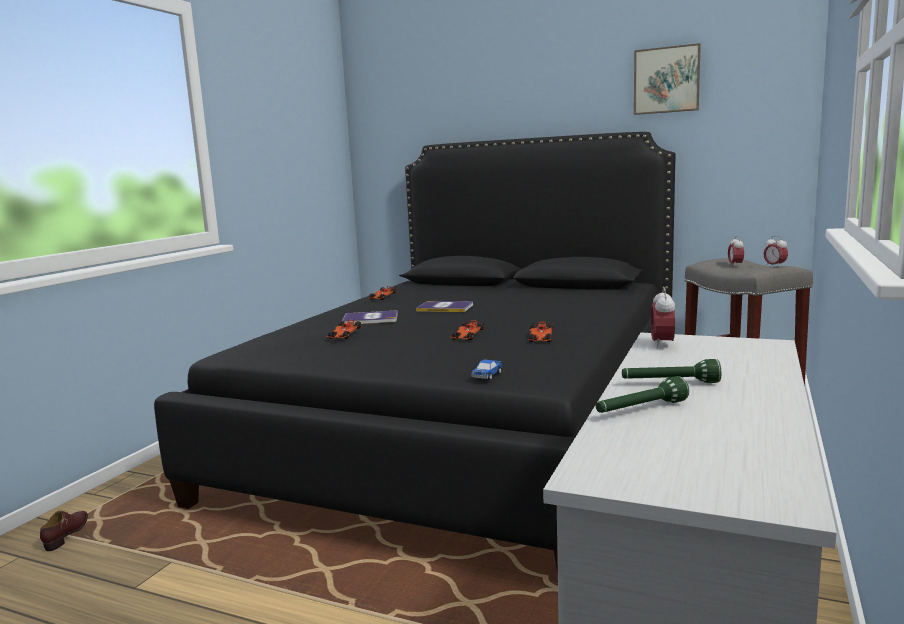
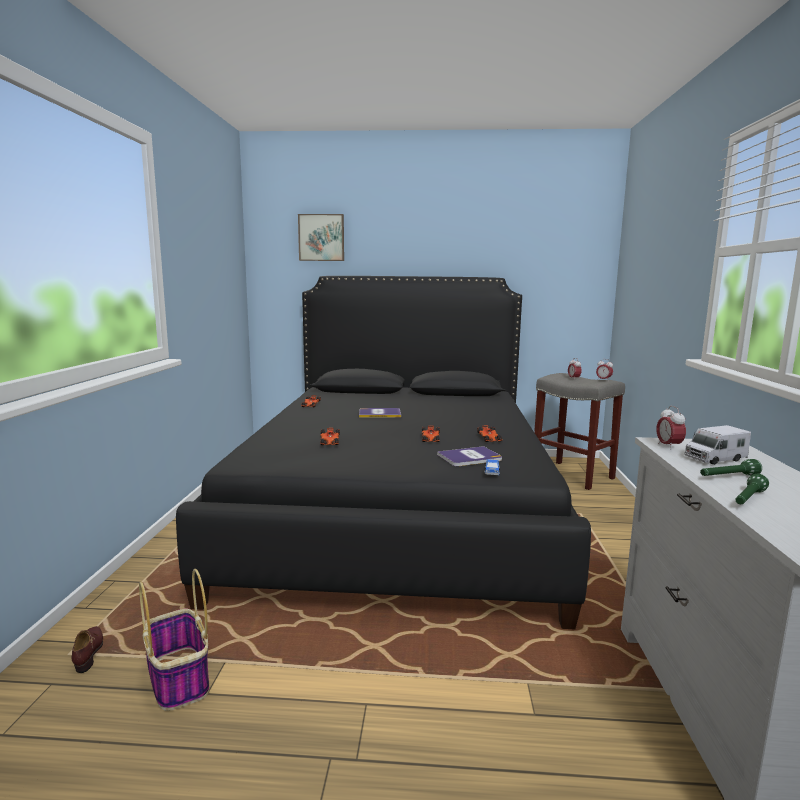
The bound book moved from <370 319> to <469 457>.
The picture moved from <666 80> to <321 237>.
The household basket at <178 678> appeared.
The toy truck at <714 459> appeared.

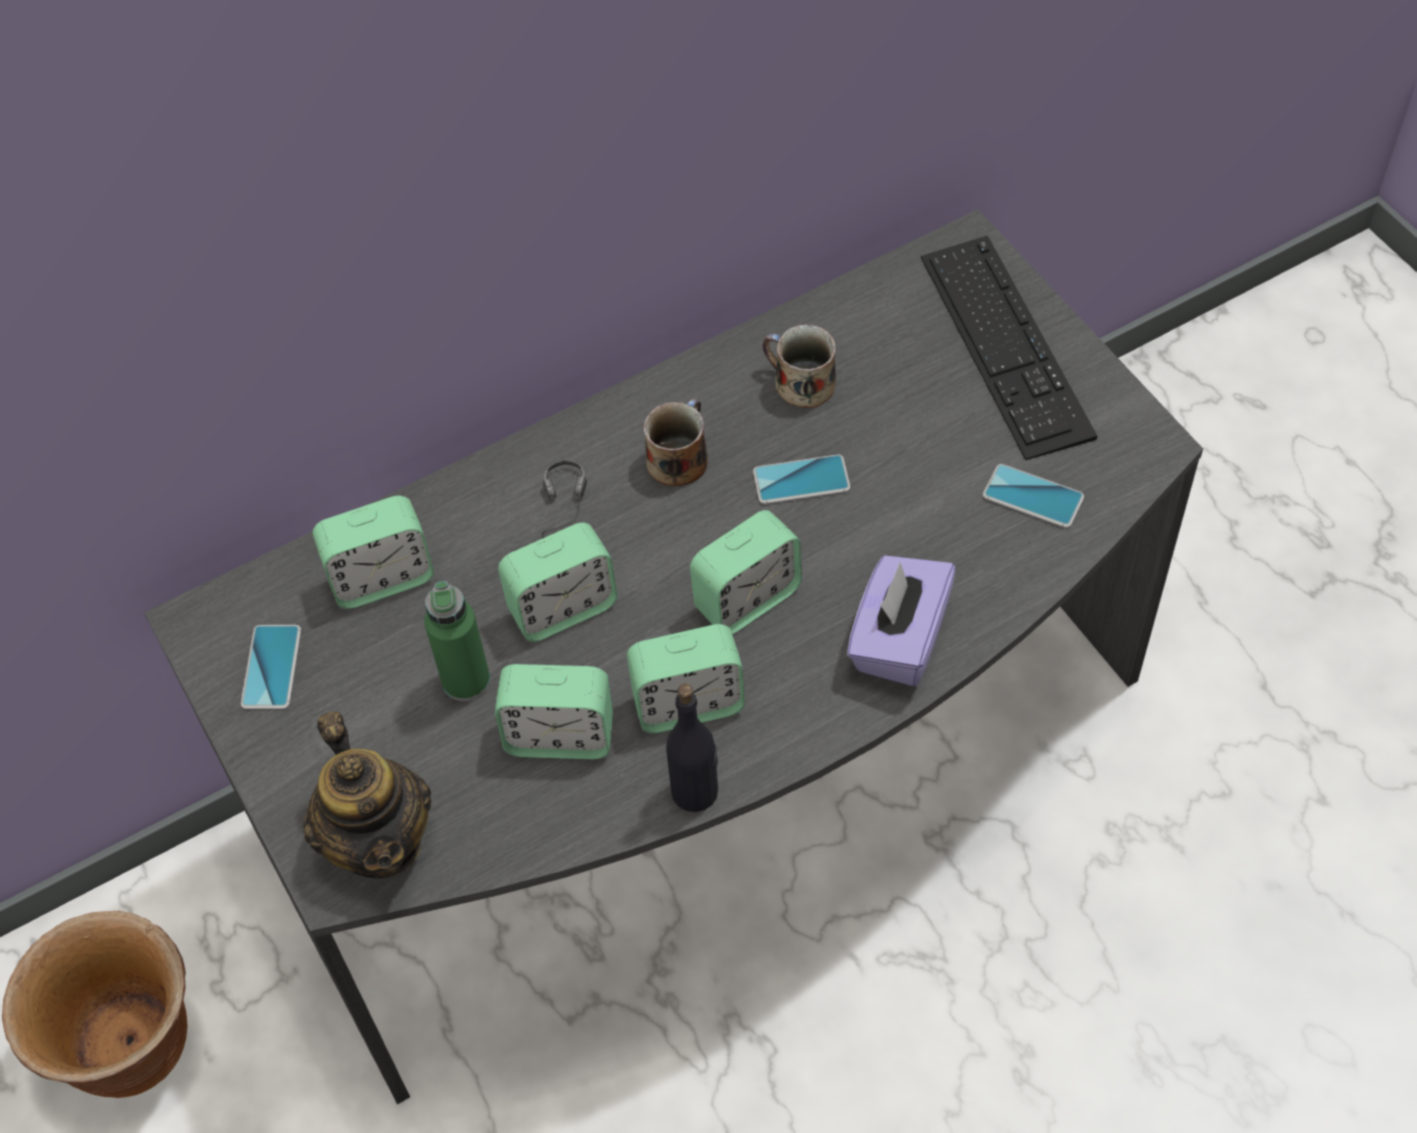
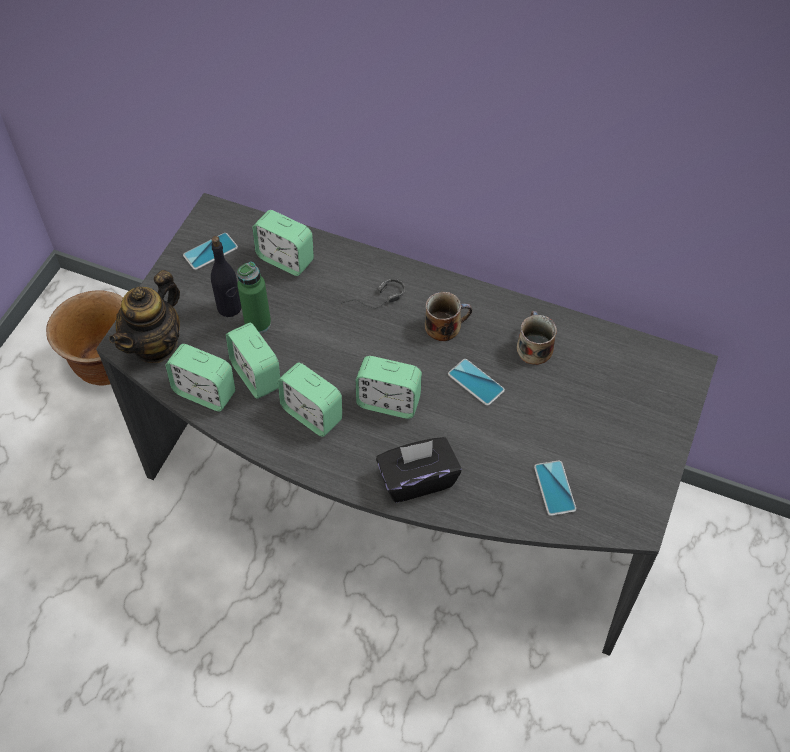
The alarm clock moved from <563 608> to <205 392>.
The black bottle moved from <695 791> to <229 308>.
The purple-coloured box of tissues at <898 640> became the black box of tissues at <417 479>.
The computer keyboard at <1005 345> disappeared.

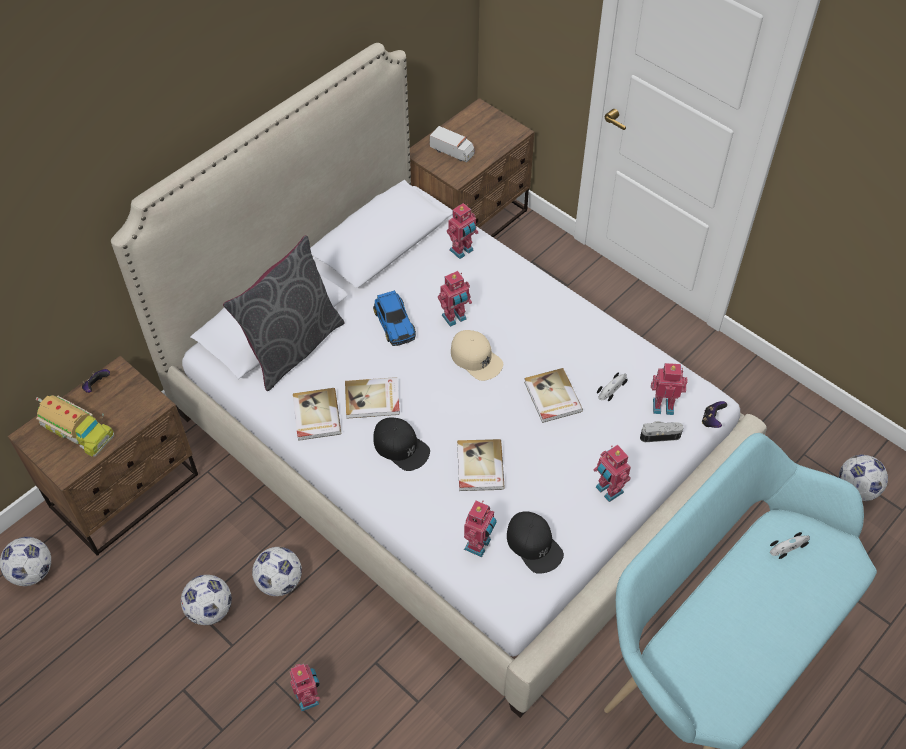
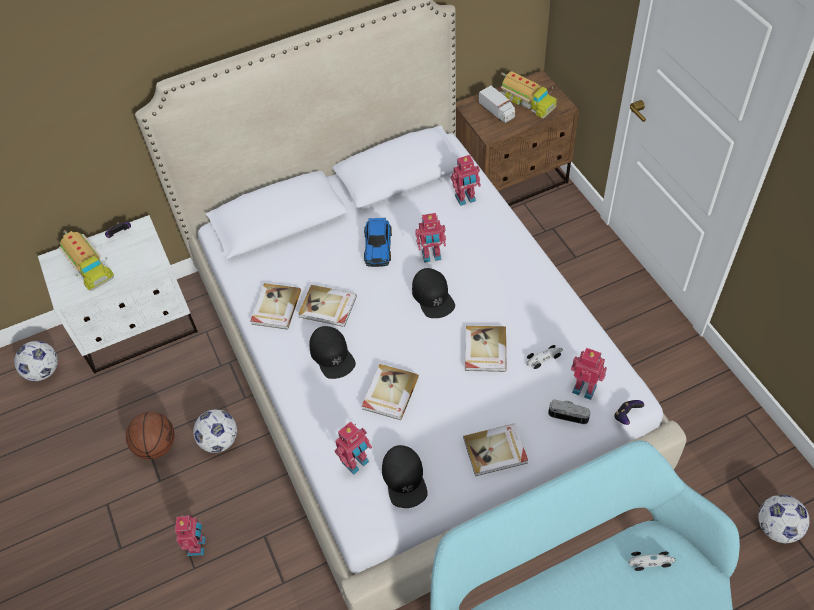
The brown night table at <126 491> became the white night table at <138 329>.
The ball for football at <210 610> was replaced by the basketball ball at <156 446>.
The greyish throw pillow at <293 347> disappeared.
The sand-coloured cap at <476 358> became the black cap at <433 296>.
The model robot at <608 490> was replaced by the bound book at <496 451>.
The toy truck at <526 101> appeared.

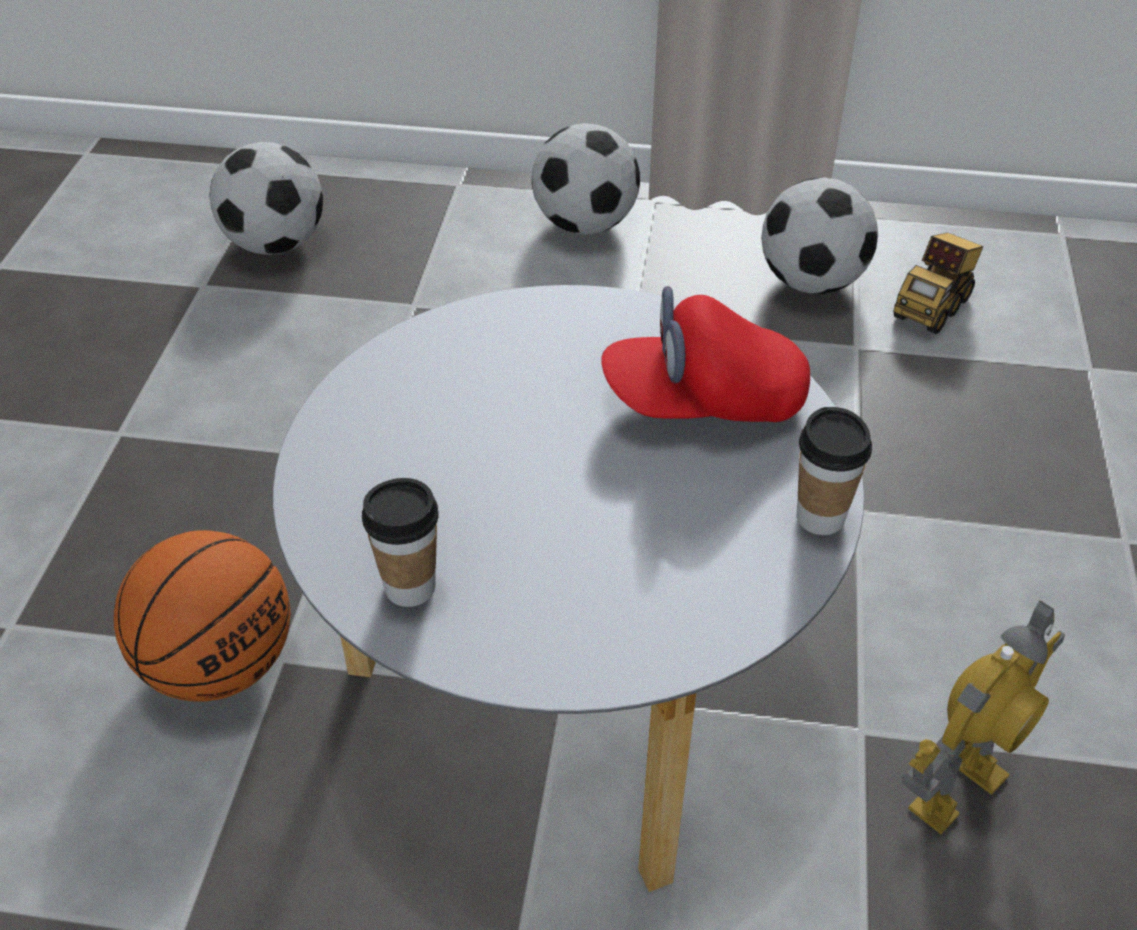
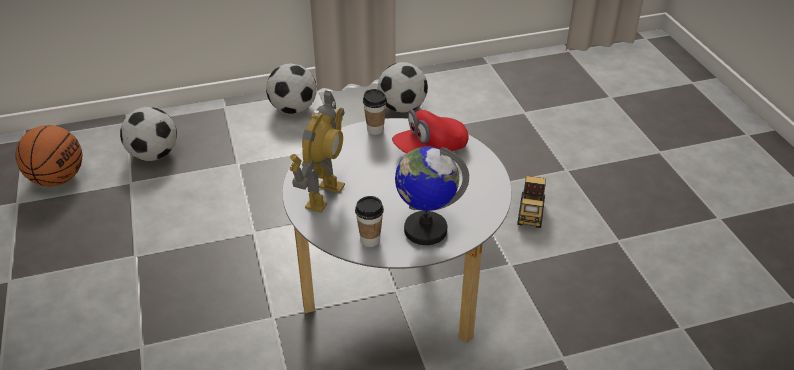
The basketball ball moved from <219 665> to <57 179>.
The drinking cup moved from <820 517> to <375 129>.
The toy truck moved from <933 307> to <530 213>.
The model robot moved from <955 789> to <323 195>.
The globe at <425 229> appeared.

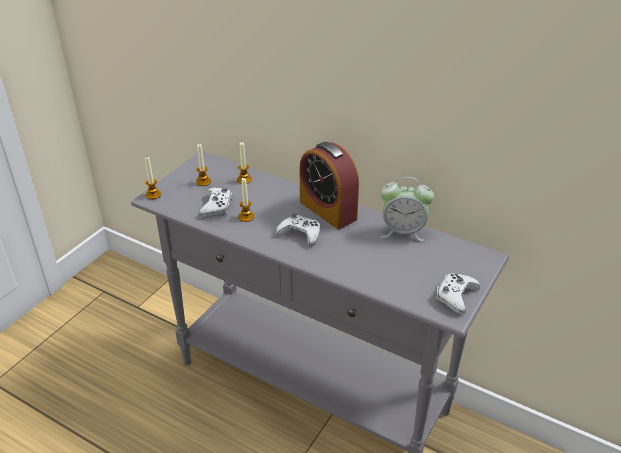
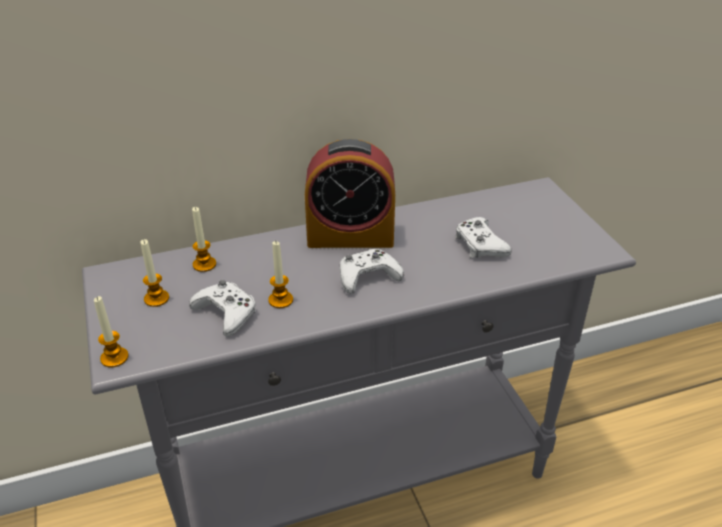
The alarm clock at <403 232> disappeared.
The white joypad moved from <455 296> to <480 245>.

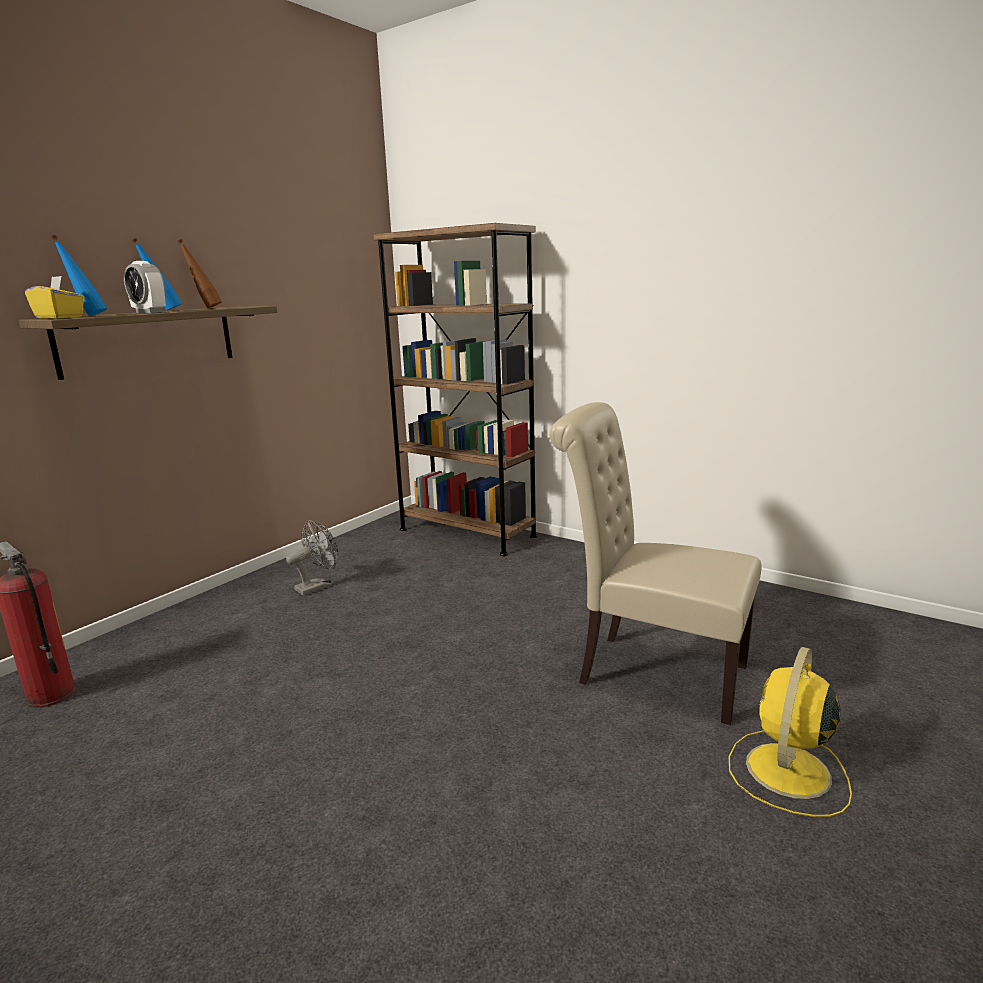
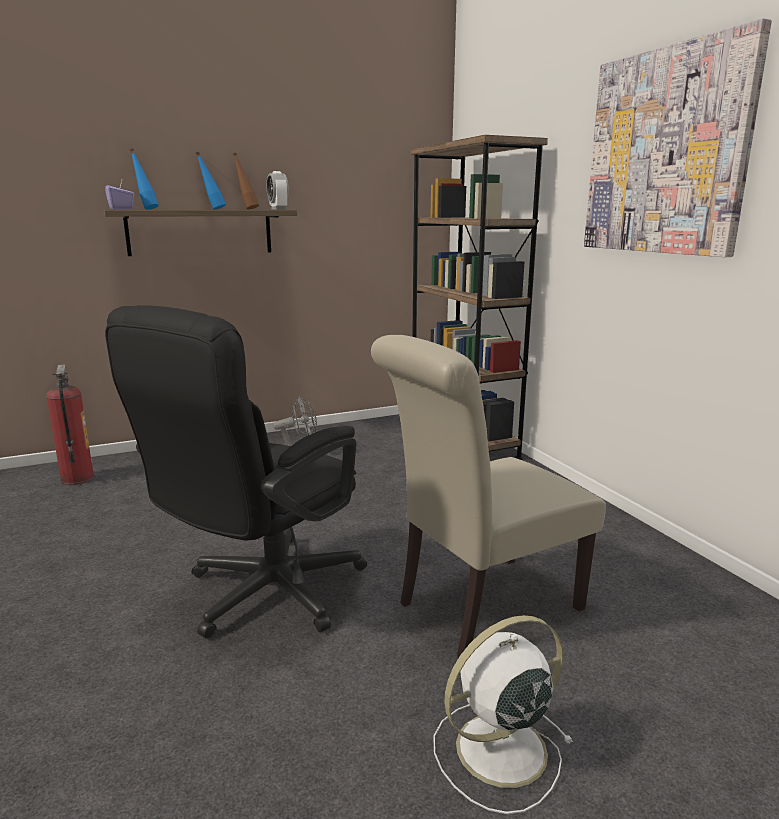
The yellow-coloured box of tissues at <60 317> became the purple-coloured box of tissues at <122 209>.
The alarm clock moved from <149 312> to <278 209>.
The sand-coloured chair at <651 672> turned 90 degrees counterclockwise.
The yellow-coloured cooling fan at <787 772> became the white cooling fan at <497 750>.
The black office chair at <261 596> appeared.
The picture at <665 153> appeared.

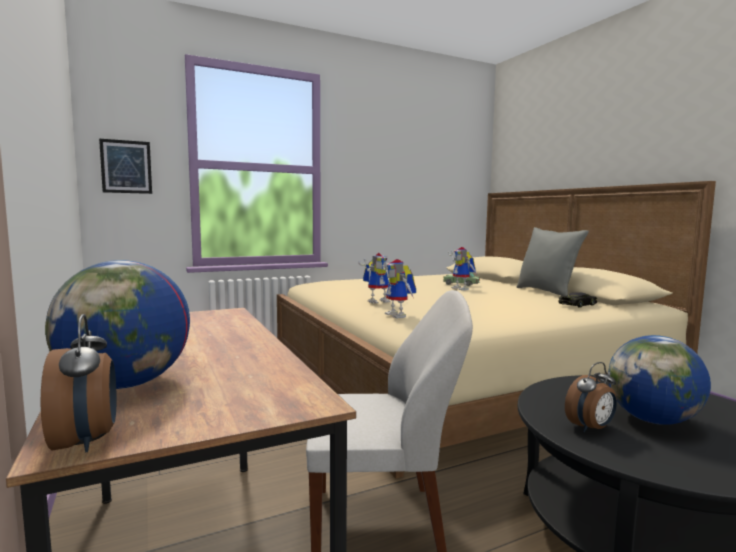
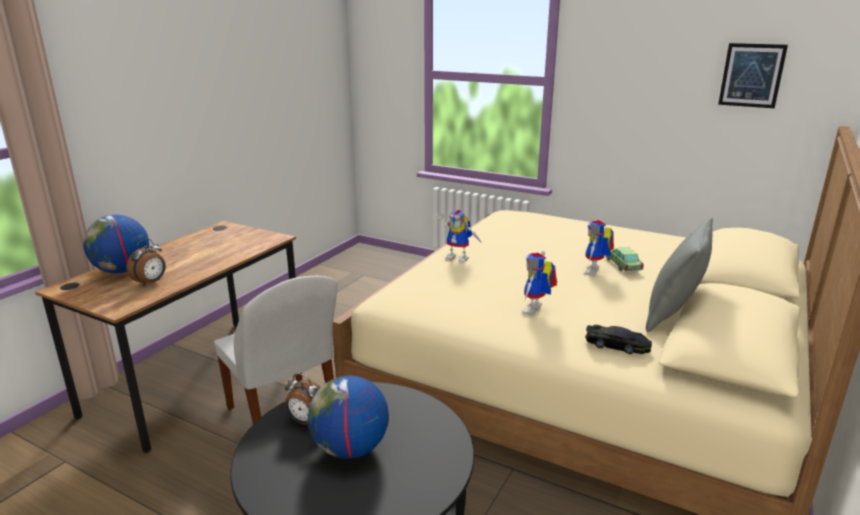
The alarm clock moved from <86 441> to <151 282>.
The picture moved from <126 166> to <751 75>.
The model robot moved from <399 315> to <535 311>.

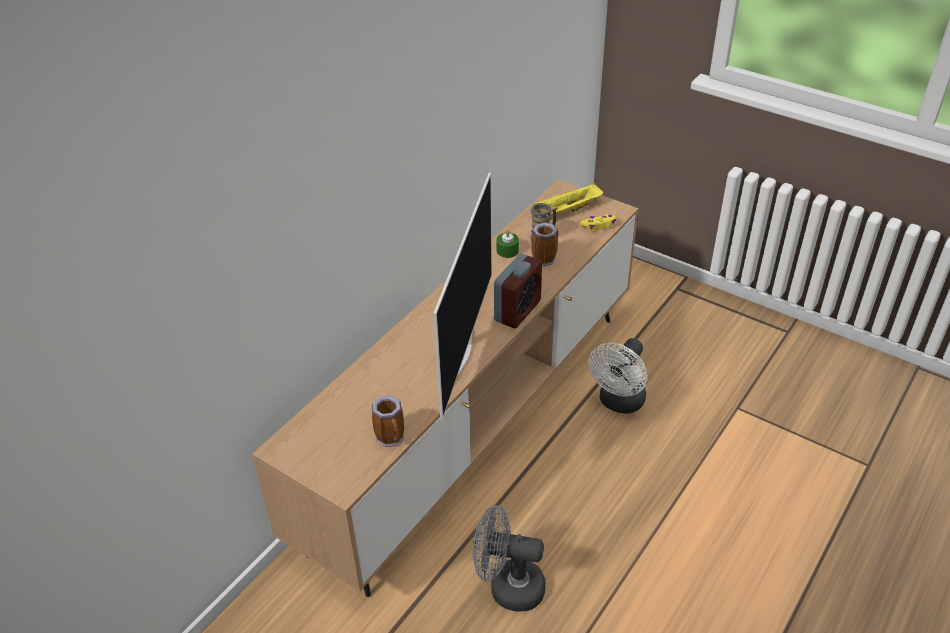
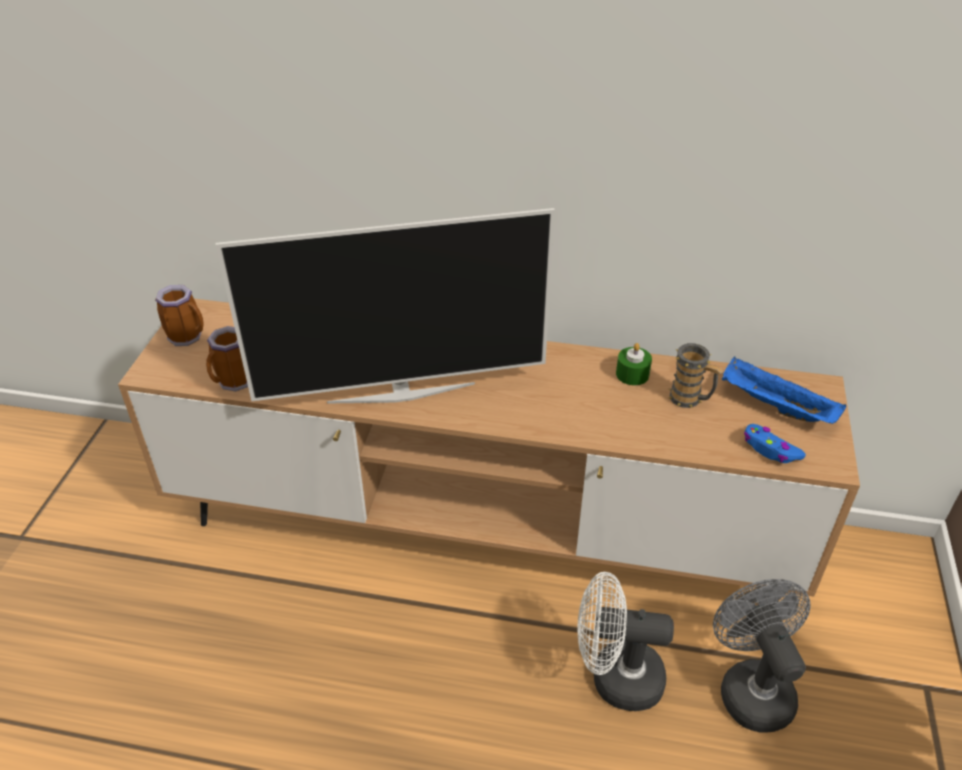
The greyish cooling fan moved from <508 587> to <751 687>.
The alarm clock at <517 311> disappeared.
The mug moved from <544 258> to <189 336>.
The yellow-coloured carrying tray at <567 211> became the bluish carrying tray at <774 407>.
The yellow-coloured joypad at <598 225> became the bluish joypad at <770 449>.

